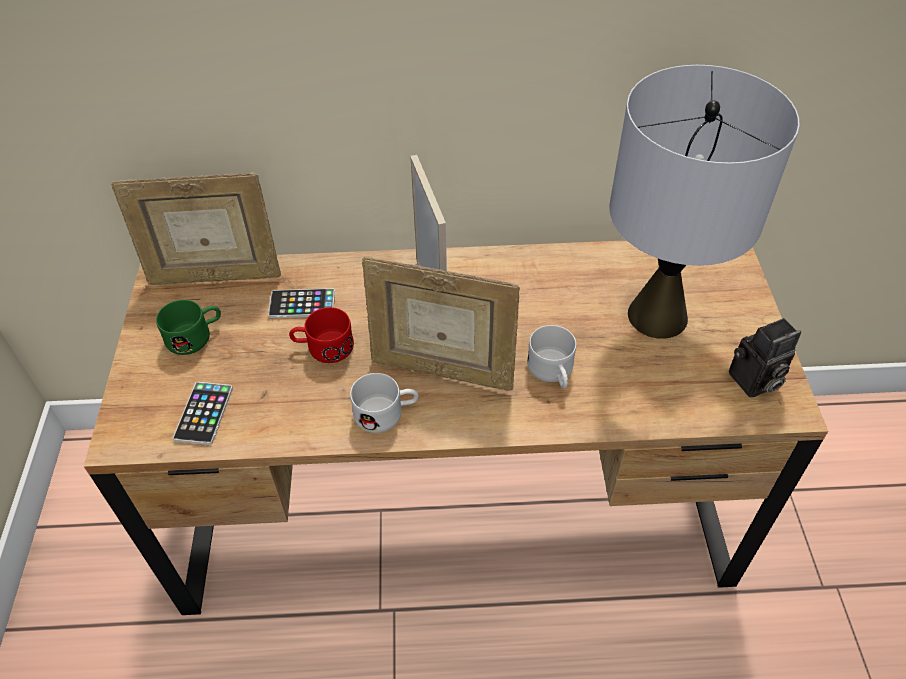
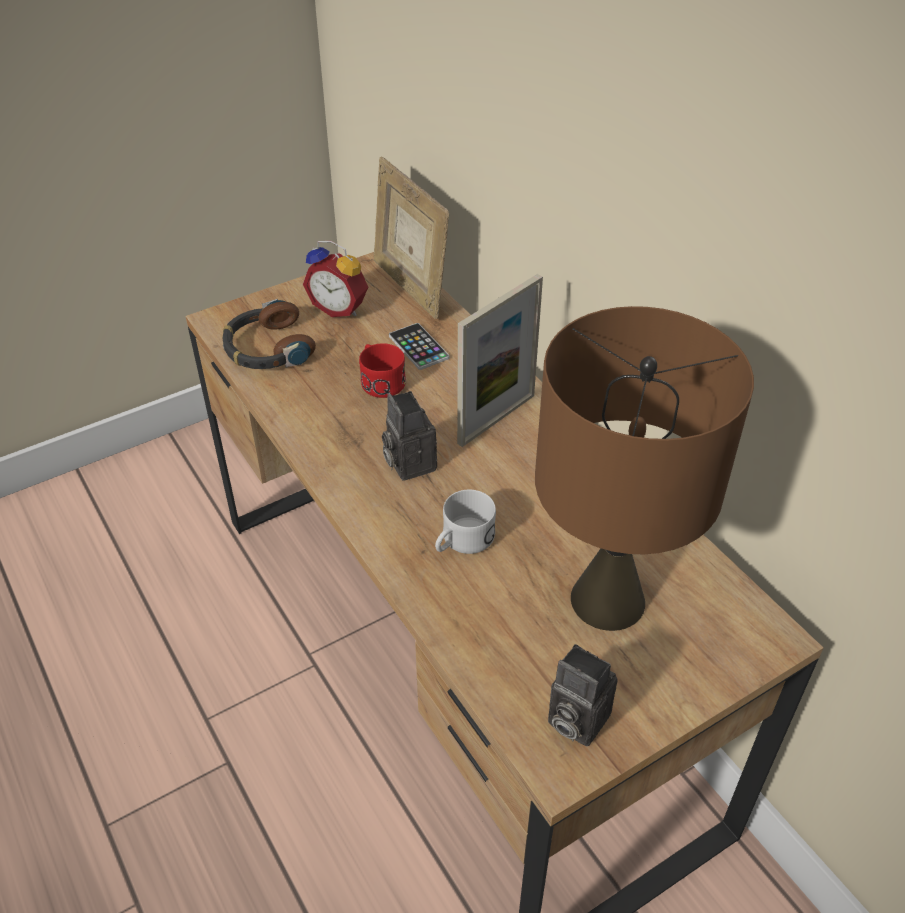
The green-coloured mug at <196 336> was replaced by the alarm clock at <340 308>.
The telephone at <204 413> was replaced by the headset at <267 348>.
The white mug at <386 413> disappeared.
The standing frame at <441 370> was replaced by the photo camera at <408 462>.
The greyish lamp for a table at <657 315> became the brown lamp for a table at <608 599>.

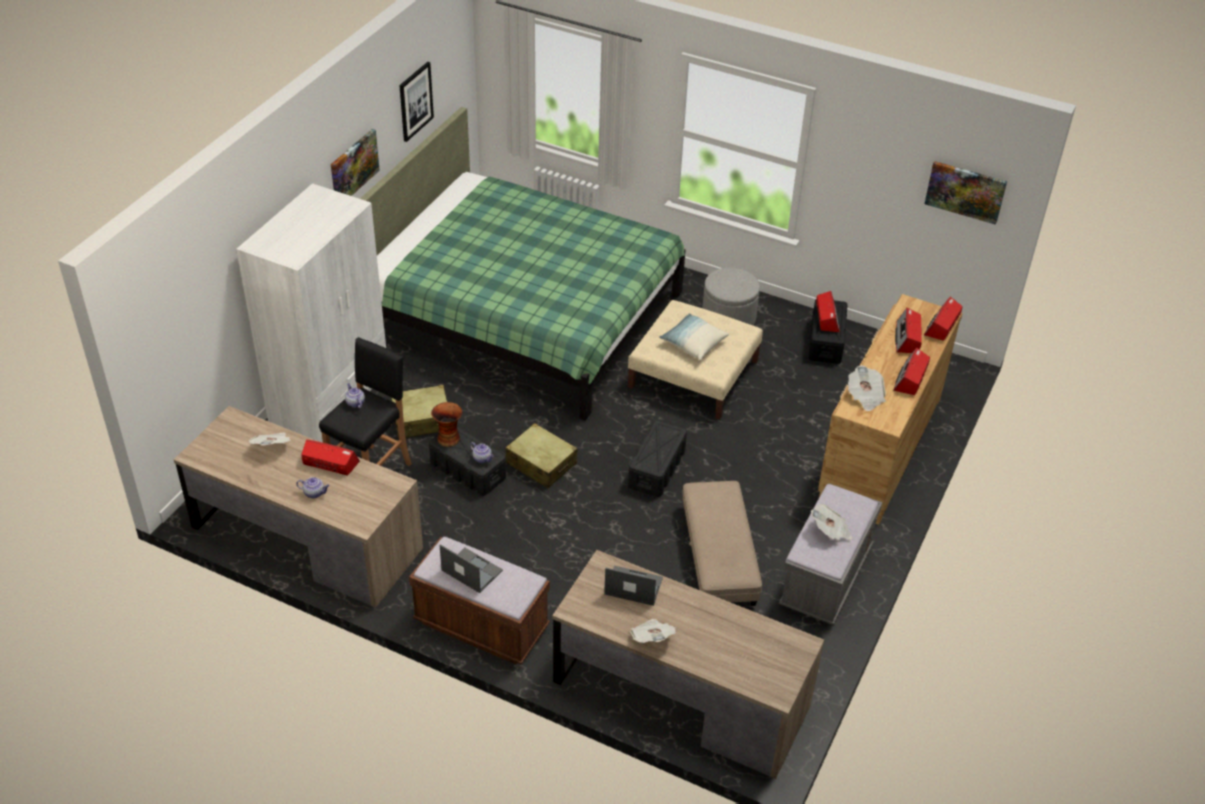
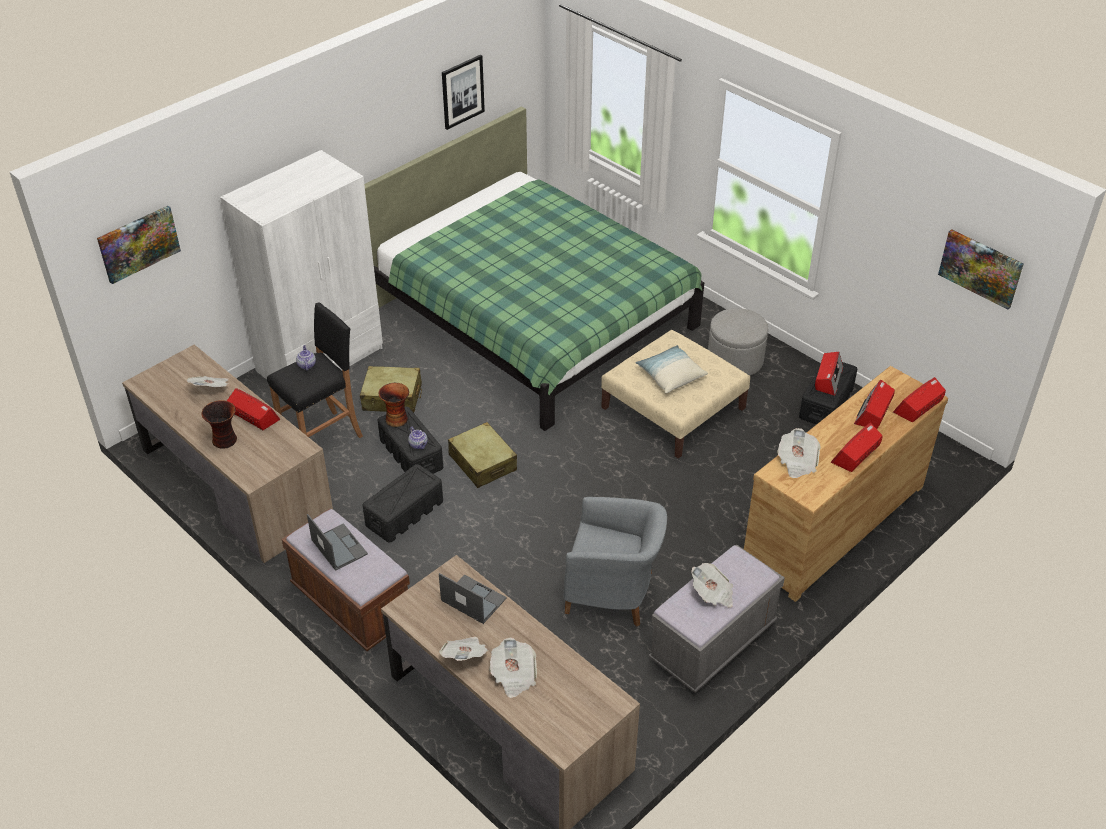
The teapot at <314 493> was replaced by the flower vase at <225 440>.
The picture moved from <353 166> to <138 243>.
The black storage bin moved from <656 469> to <404 514>.
The sand-coloured pouffe at <718 555> was replaced by the greyish lounge chair at <613 592>.
The newspaper at <513 676> appeared.

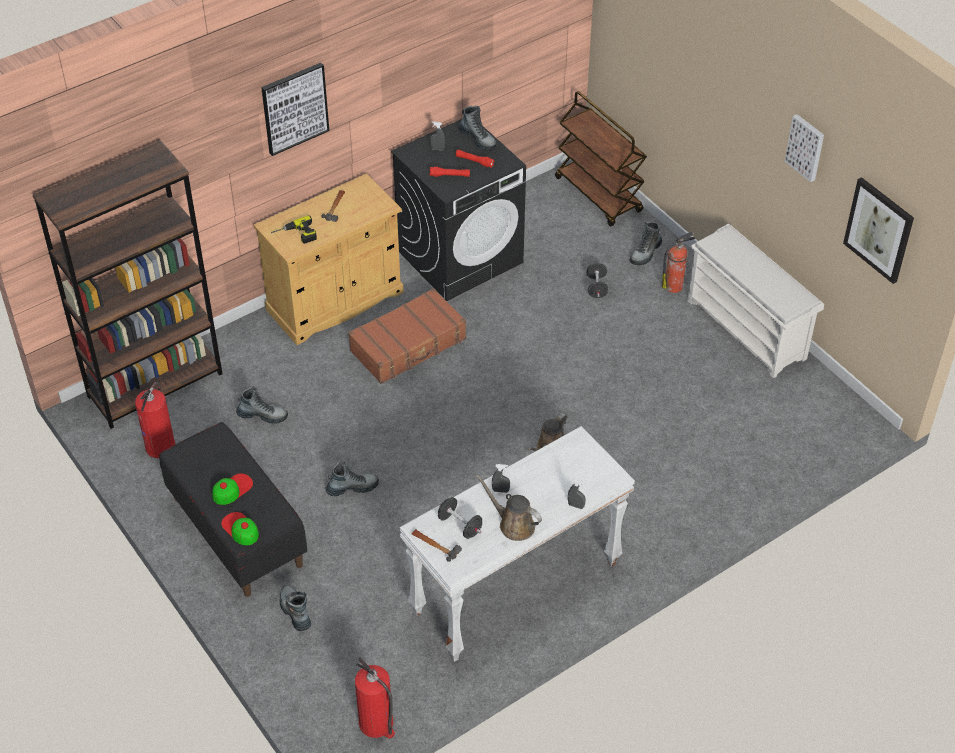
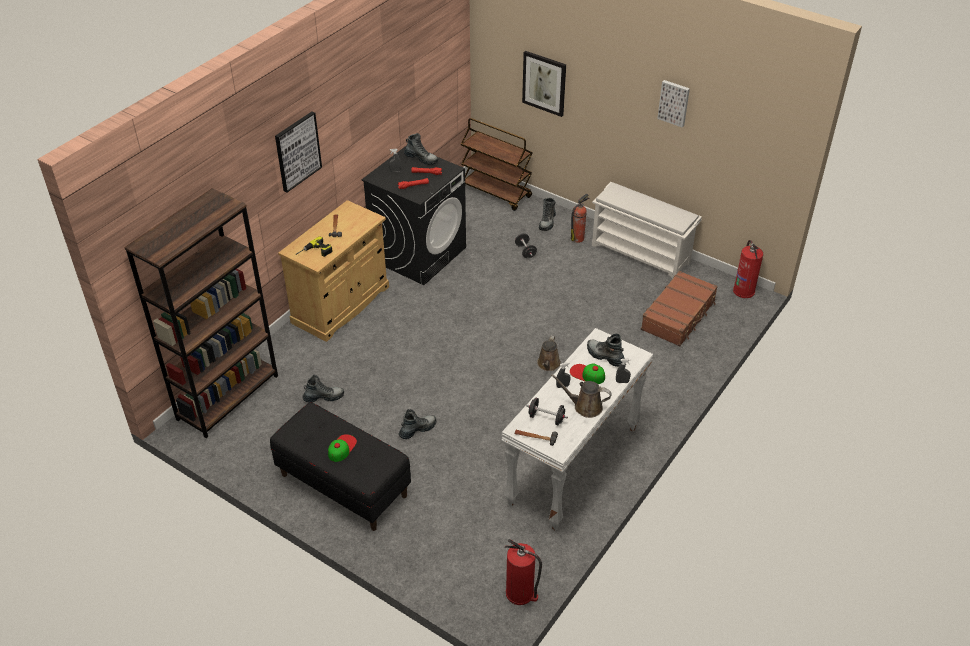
The extinguisher moved from <161 445> to <743 290>.
The cap moved from <240 529> to <587 374>.
The high-top boot moved from <295 611> to <605 356>.
The brown suitcase moved from <409 345> to <679 315>.
The picture moved from <879 229> to <544 83>.

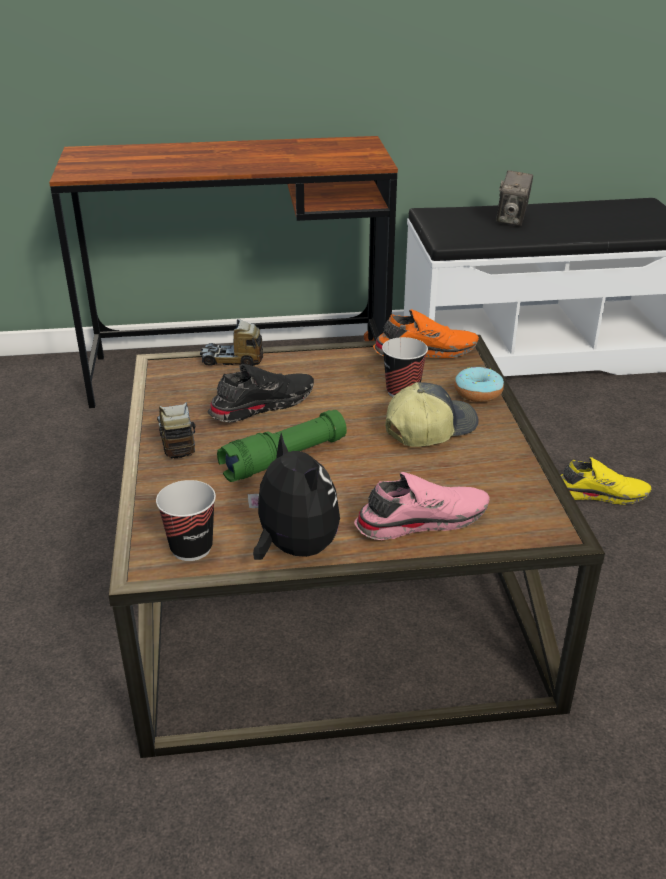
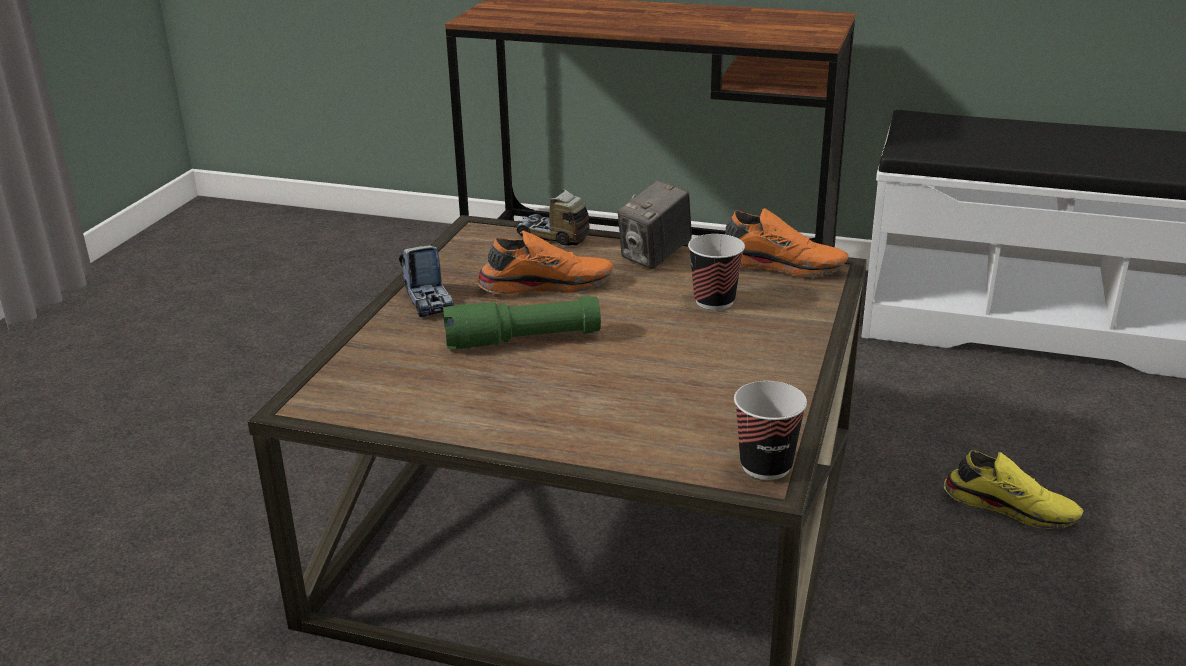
The drinking cup moved from <191 548> to <766 466>.
The toy truck at <176 440> turned 150 degrees clockwise.
The black item of footwear at <261 404> became the orange item of footwear at <545 284>.
The soft toy at <293 548> disappeared.
The pinkish item of footwear at <421 520> disappeared.
The cap at <429 428> disappeared.
The donut at <478 392> disappeared.
The photo camera moved from <512 220> to <655 256>.

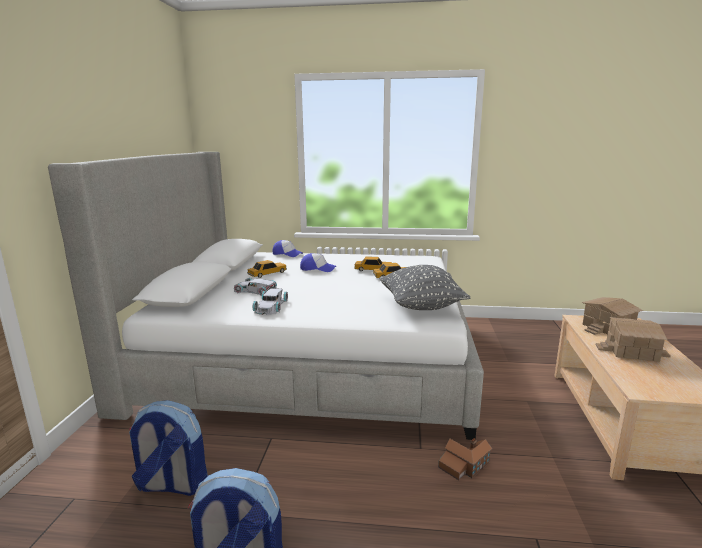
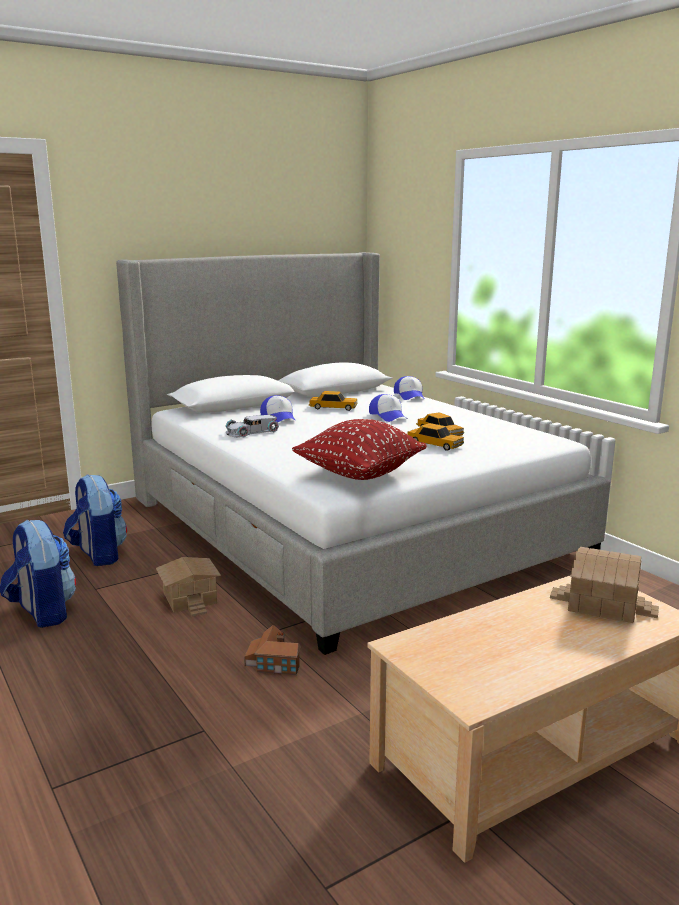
The white model car at <255 290> was replaced by the cap at <279 417>.
The greyish throw pillow at <421 306> became the reddish throw pillow at <359 474>.
The model house moved from <631 350> to <191 598>.

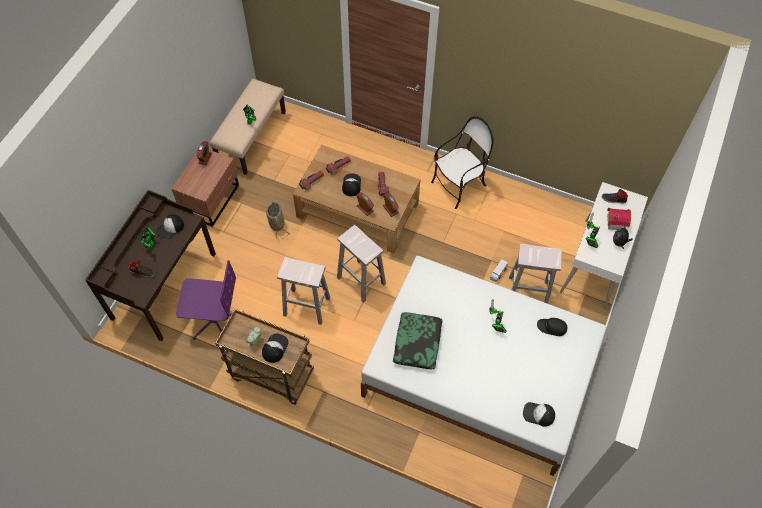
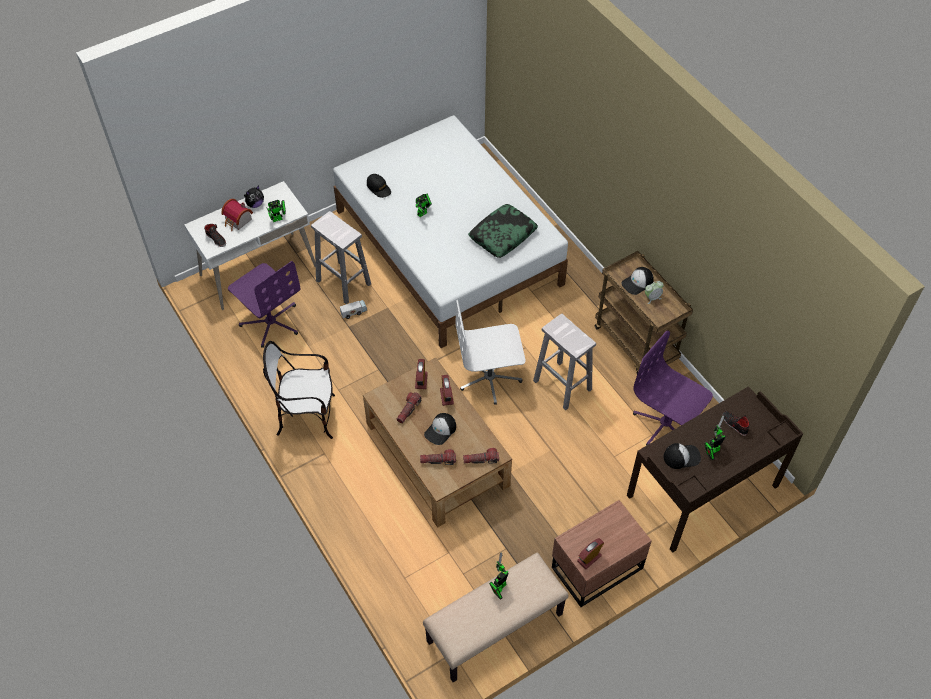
The household basket at <277 223> disappeared.
The white sitting stool at <362 281> was replaced by the white office chair at <490 378>.
The cap at <538 414> disappeared.
The purple-coloured office chair at <271 322> appeared.

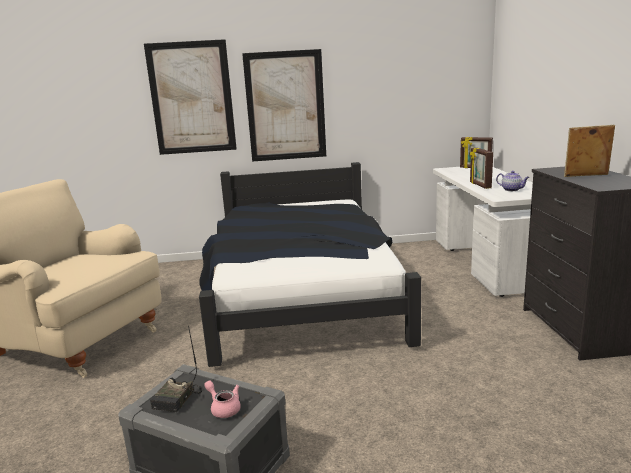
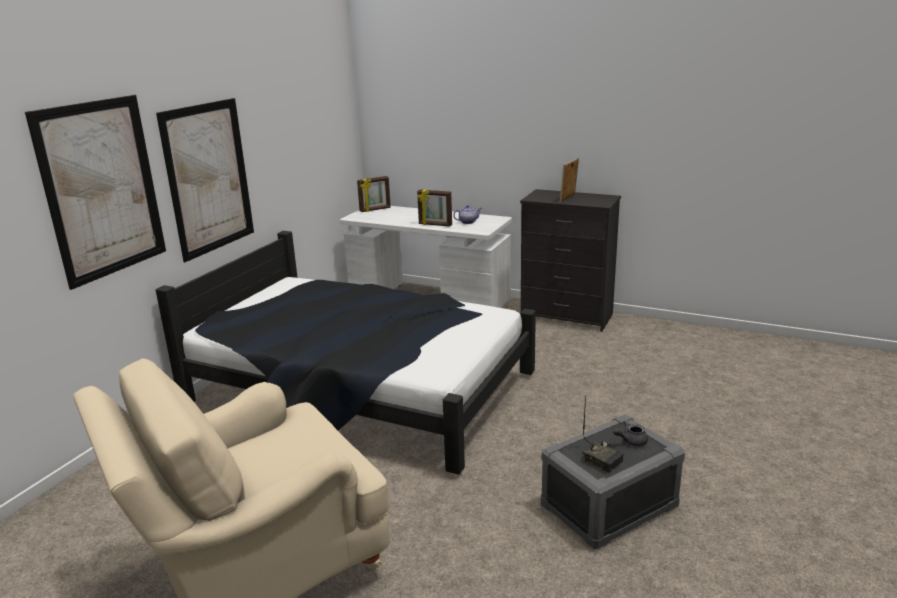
The pinkish teapot at <223 408> became the greyish teapot at <630 441>.

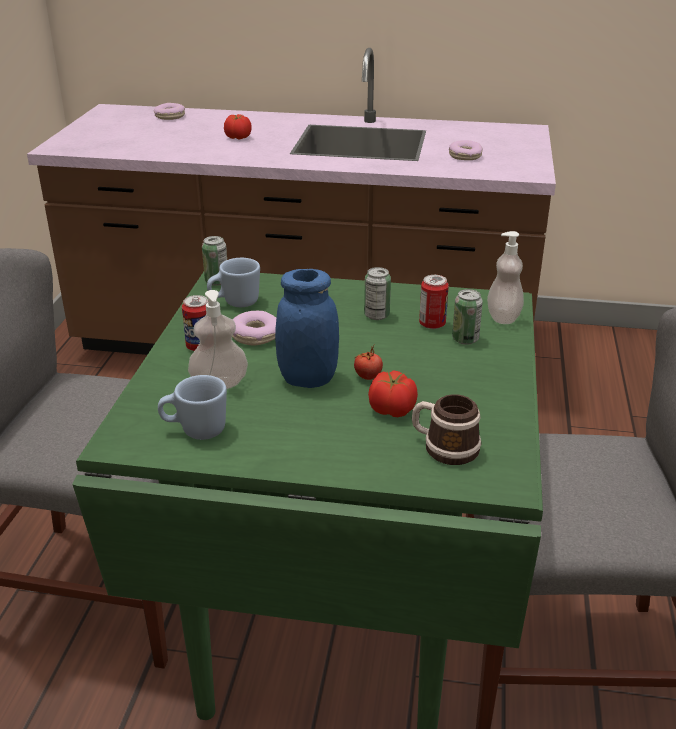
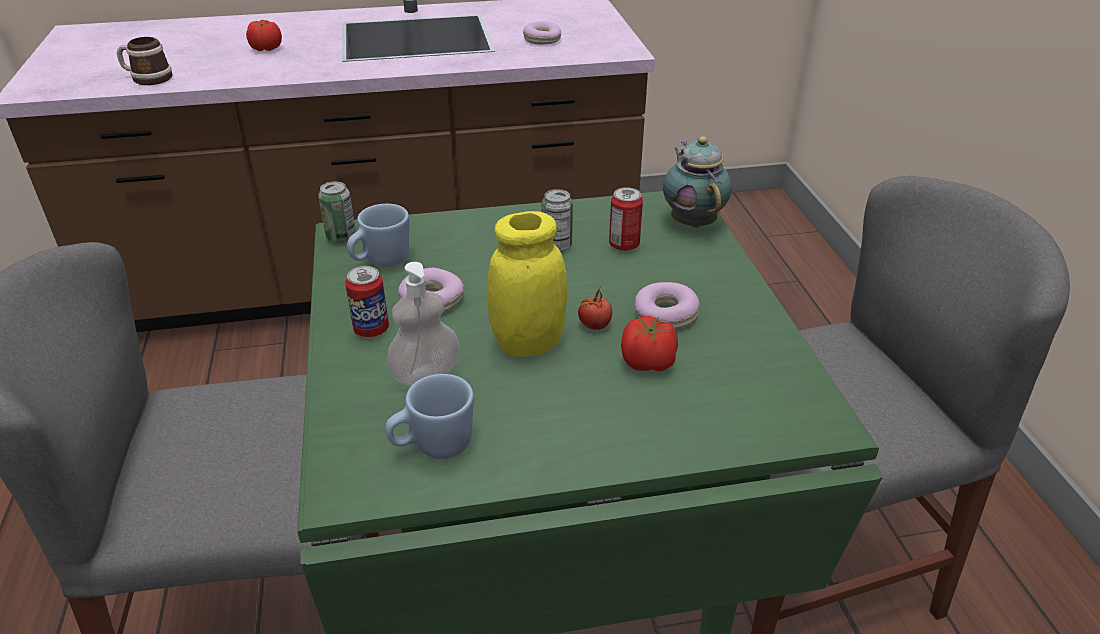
The donut moved from <170 116> to <665 314>.
The bluish jar at <308 379> became the yellow-coloured jar at <528 344>.
The mug moved from <444 447> to <147 78>.
The sealed can at <465 339> disappeared.
The soap dispenser at <503 317> was replaced by the teapot at <692 221>.

